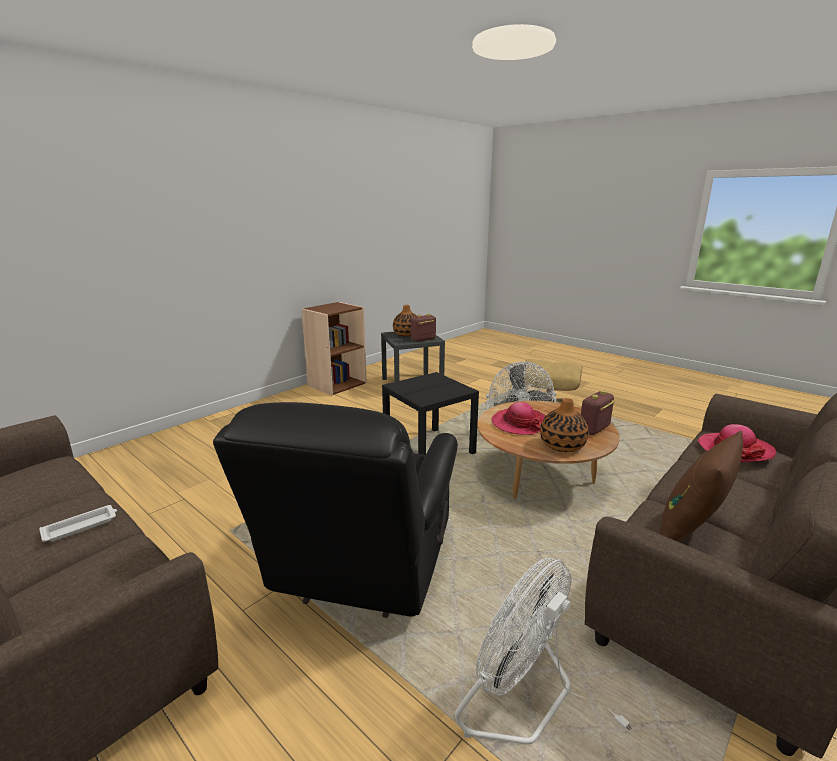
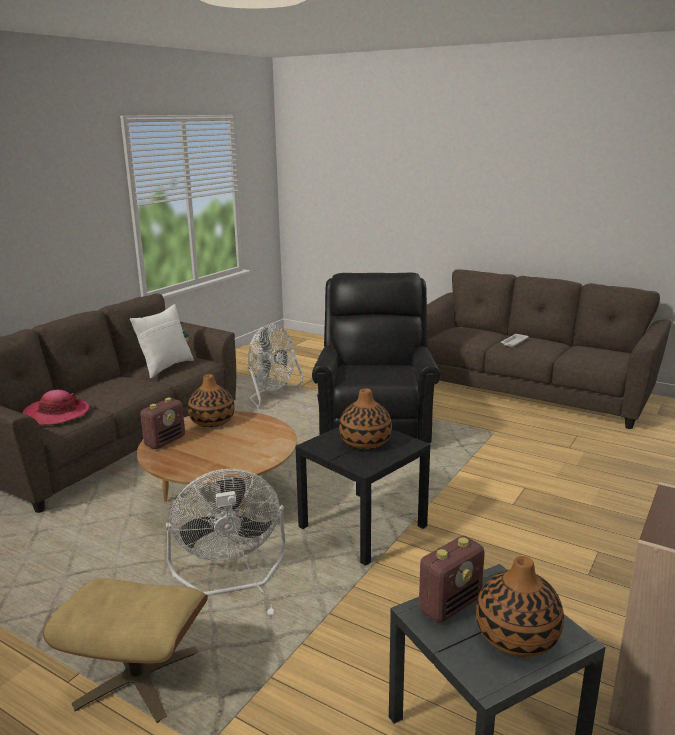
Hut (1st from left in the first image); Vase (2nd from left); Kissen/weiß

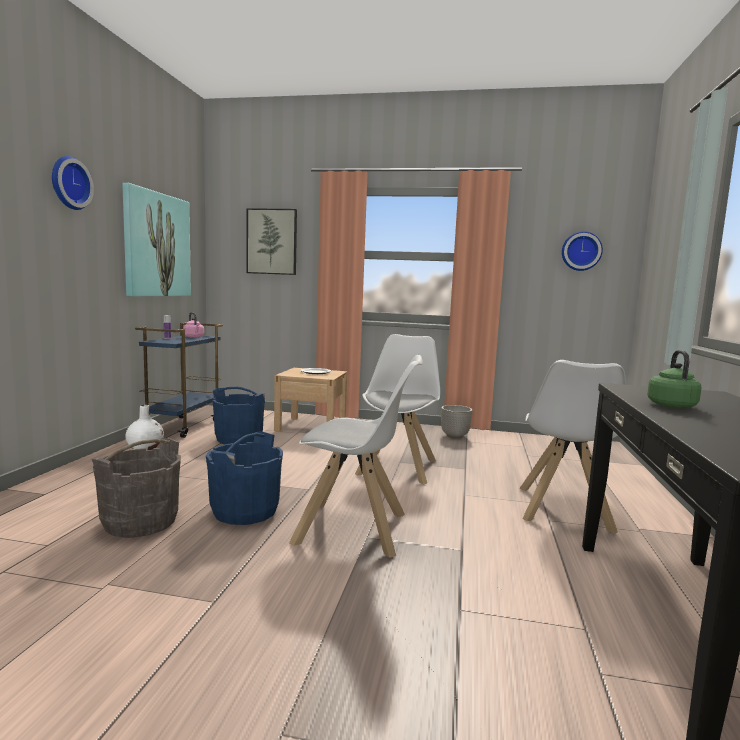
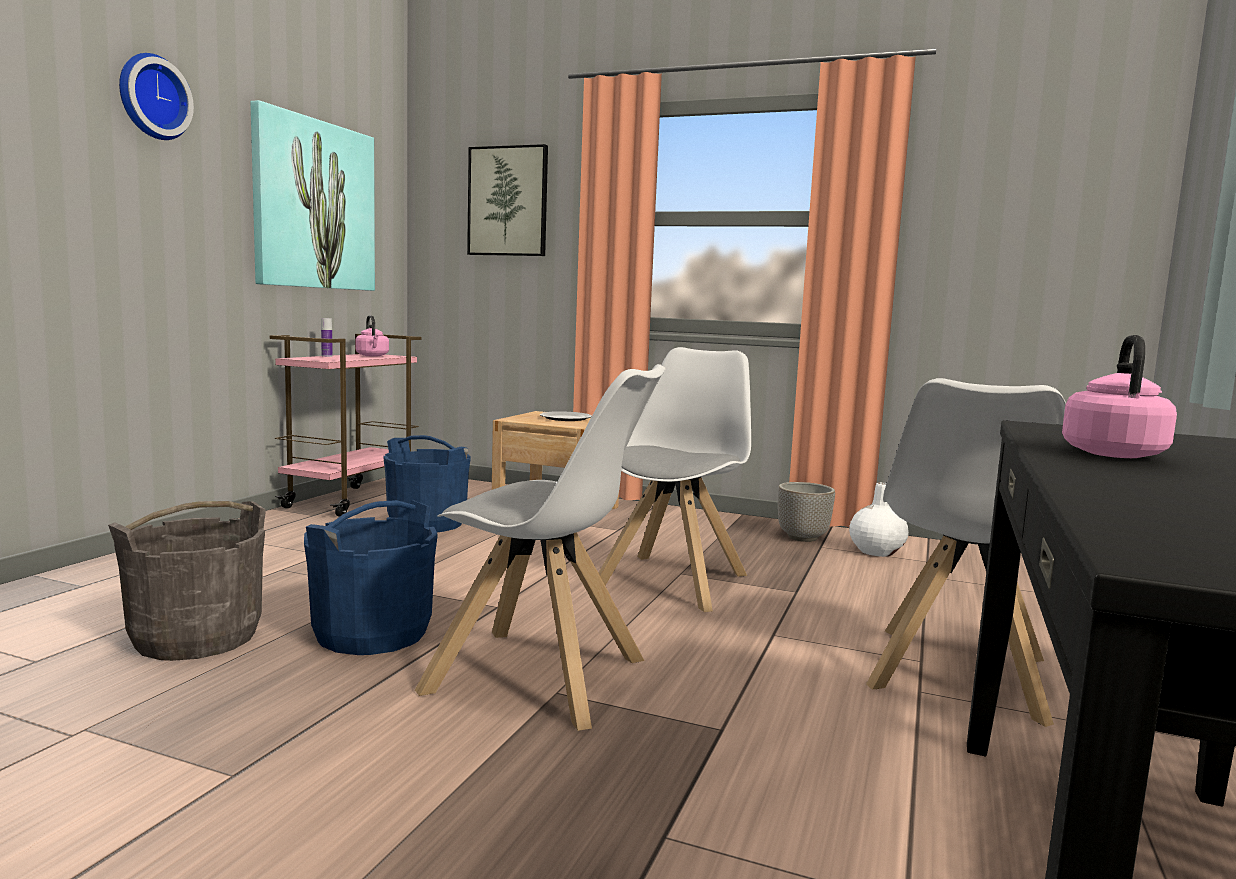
Wanduhr (2nd from left in the first image); Vase/weiß; Rollwagen/rosa; Wasserkessel/rosa (2nd from left)

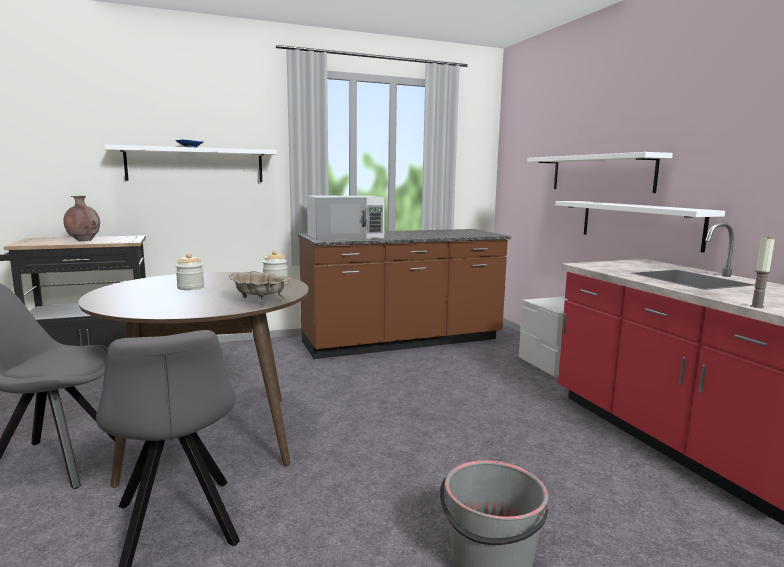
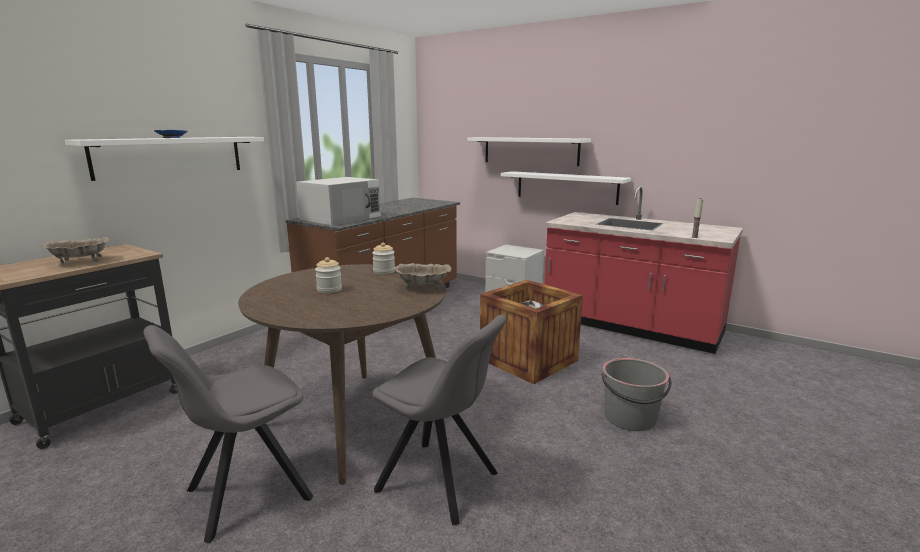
Kiste; Schüssel/beige (1st from left)

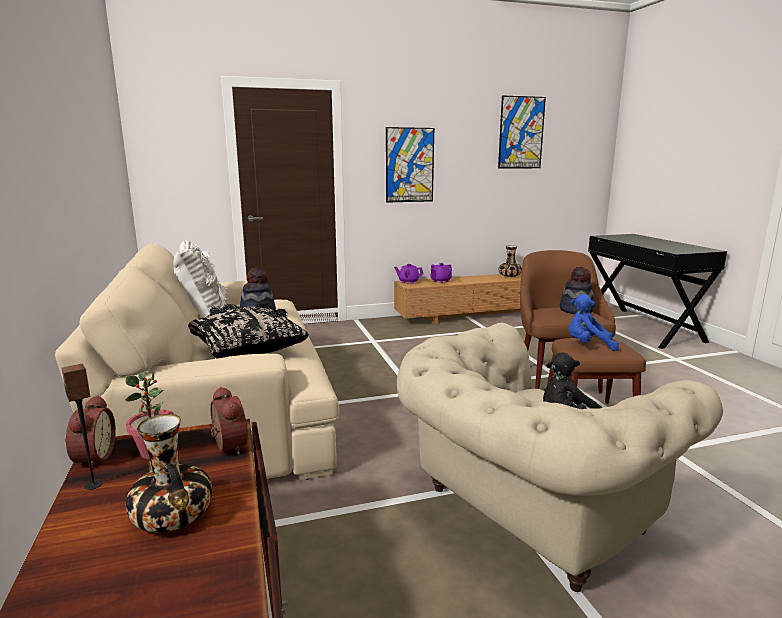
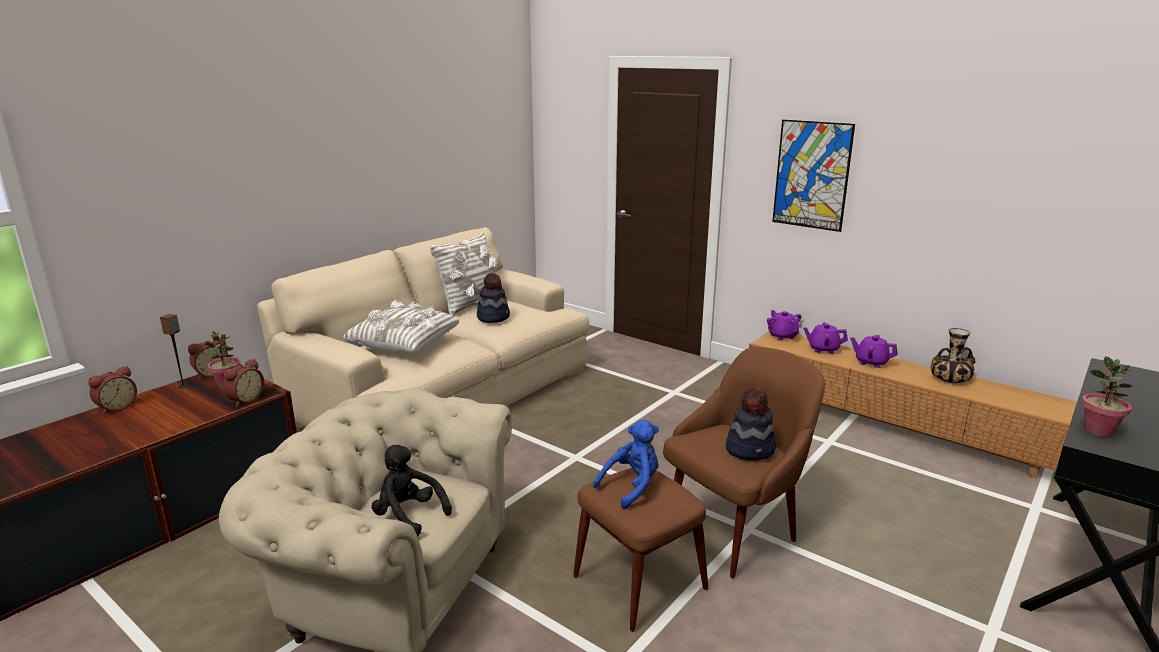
Vase (1st from left in the first image); Bild (2nd from left in the first image); Wecker (1st from left); Teekanne/lila (3rd from left); Topfpflanze (2nd from left); Kissen/weiß (1st from left); Plüschtier/blau

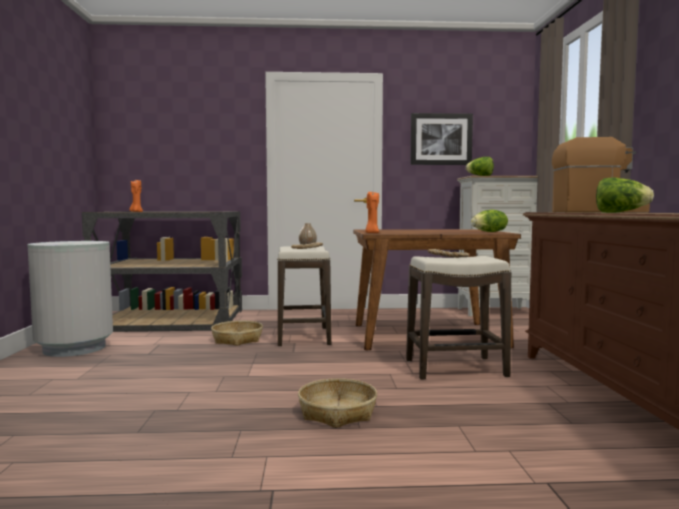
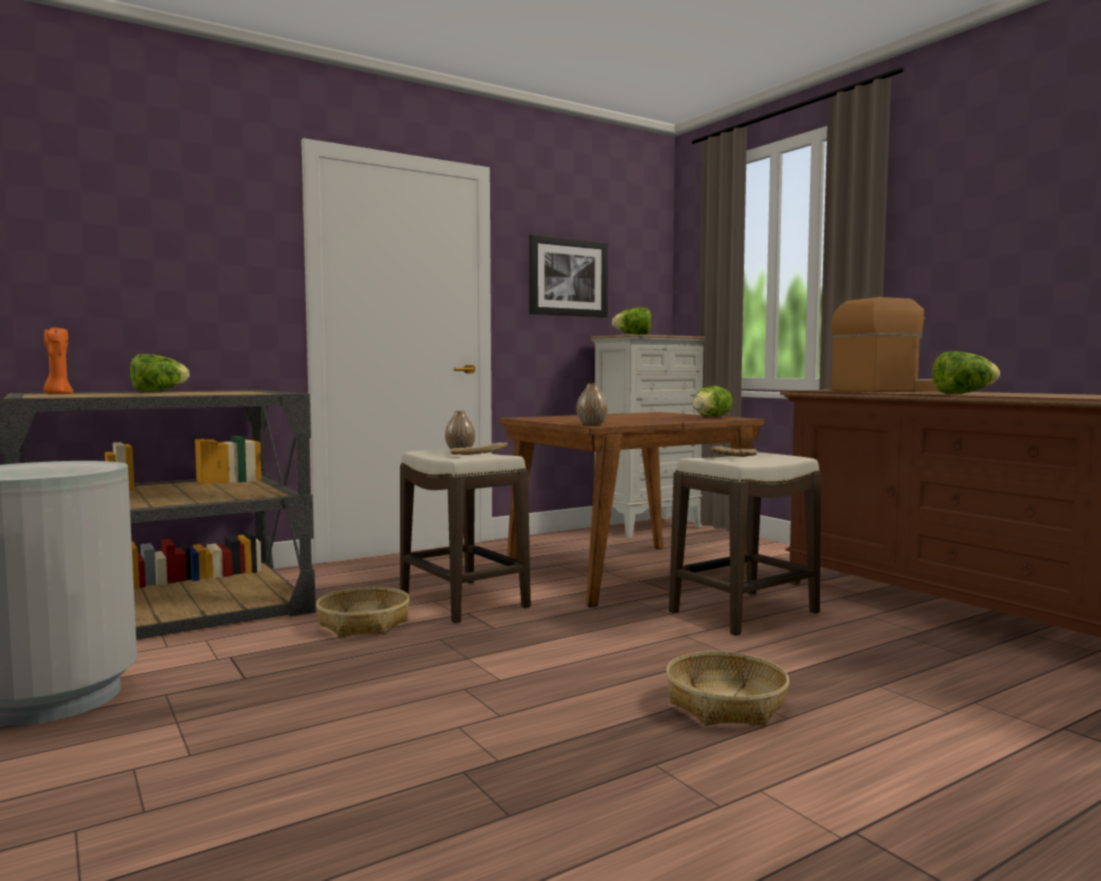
Salatkopf (1st from left); Vase (2nd from left)

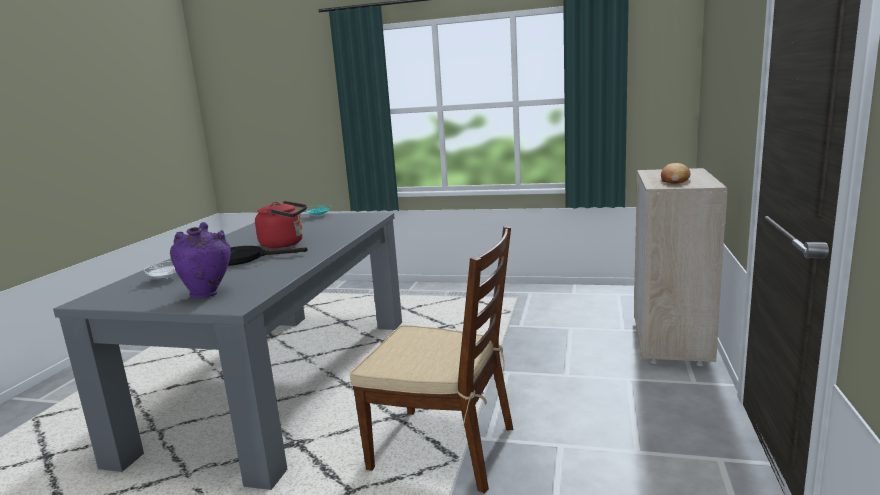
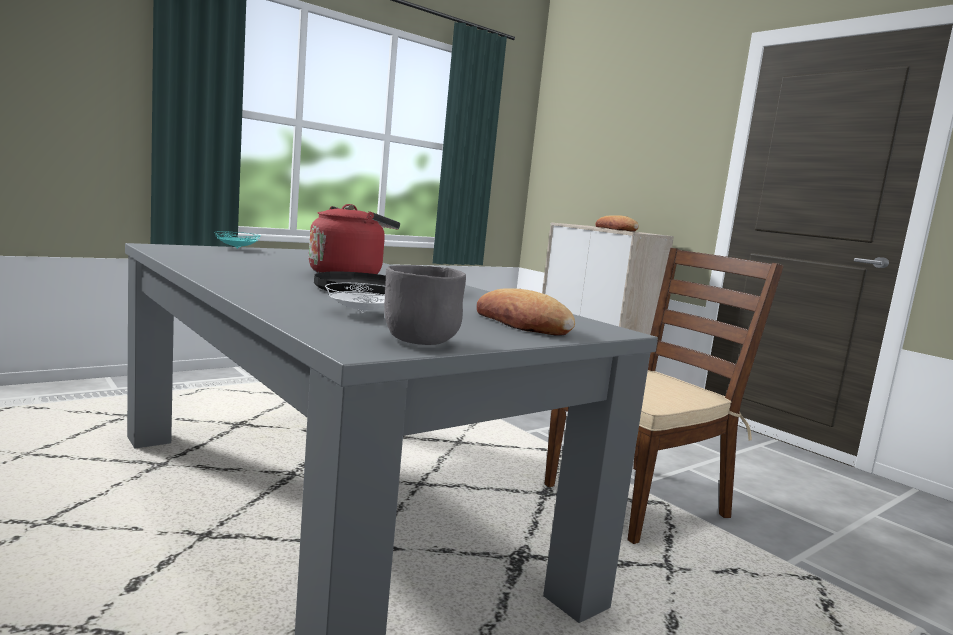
Schüssel/grau; Brot (1st from left)

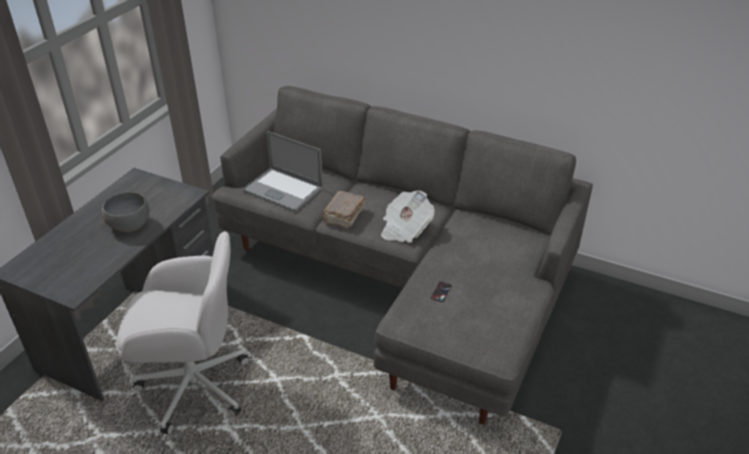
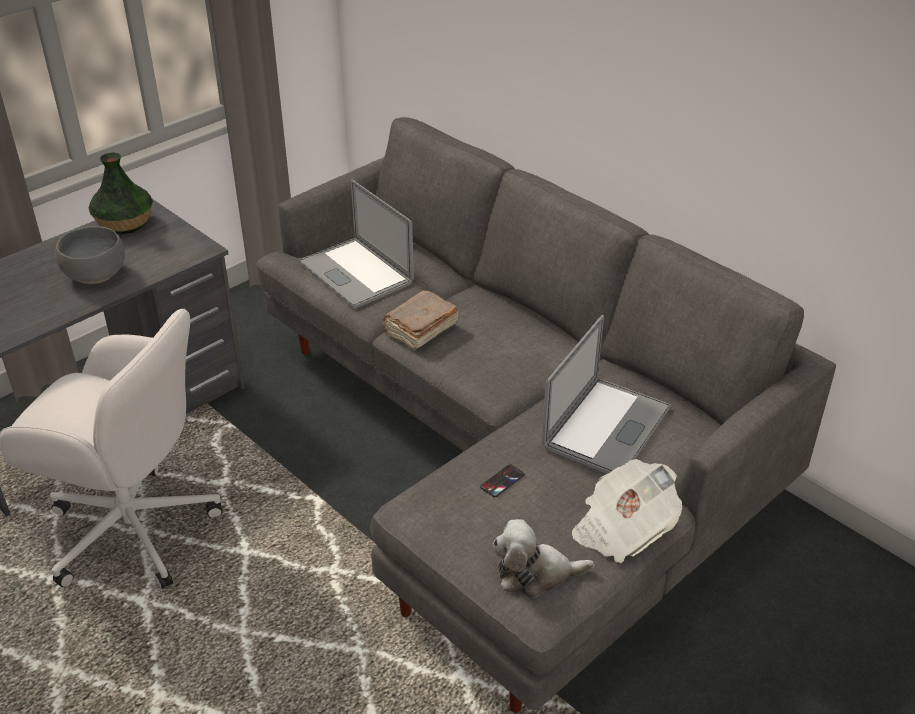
Vase; Plüschtier; Laptop (2nd from left); Zeitung

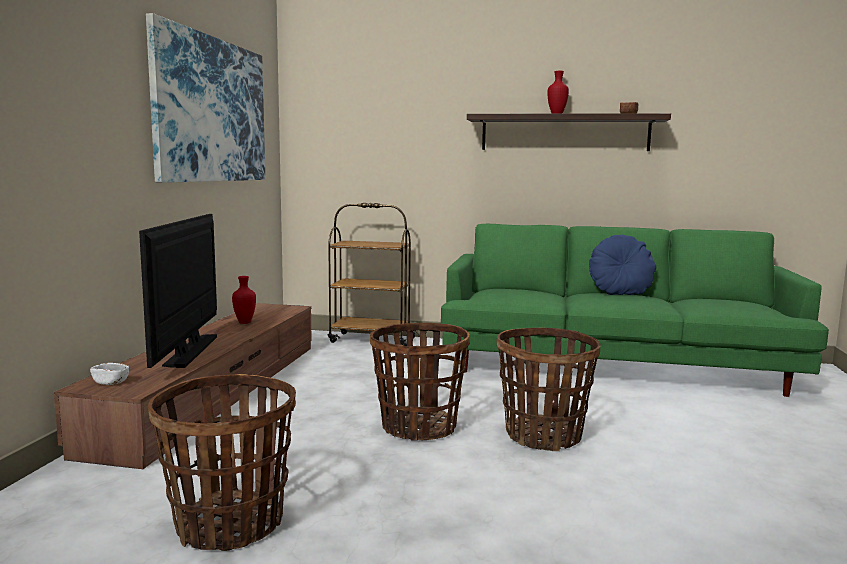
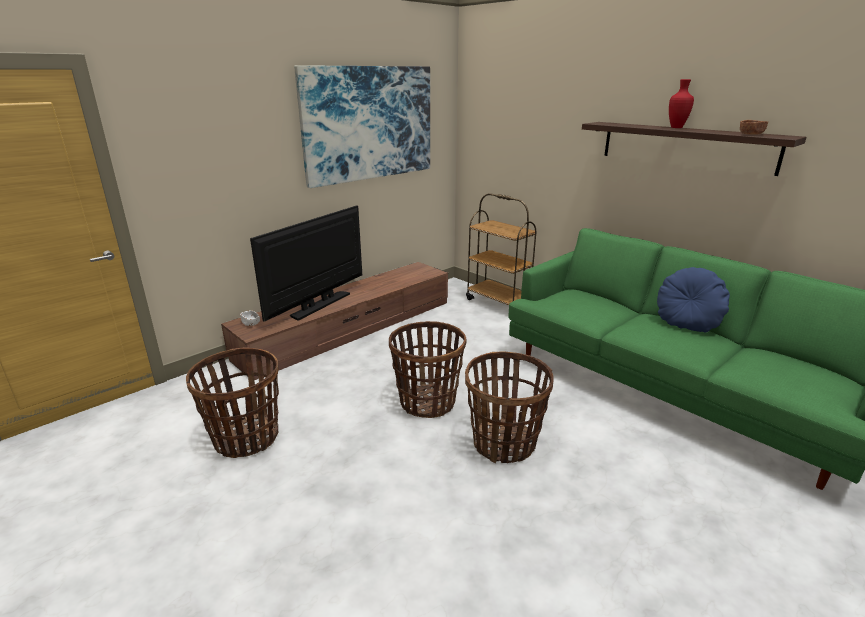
Vase/rot (1st from left in the first image)

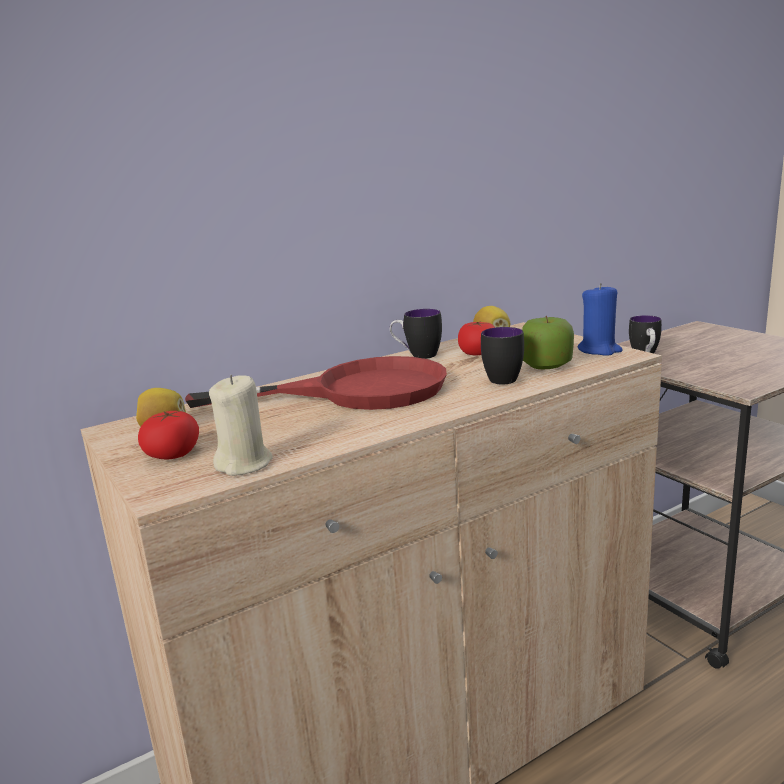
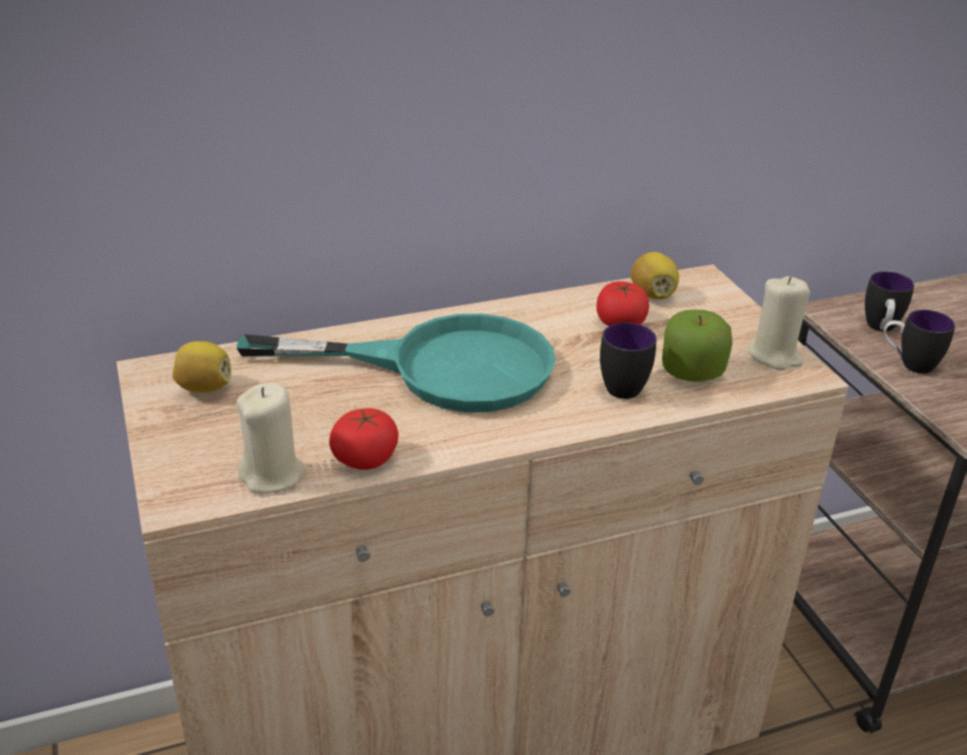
Tomate (1st from left); Henkelbecher (3rd from left); Pfanne/türkis; Kerze/beige (2nd from left)

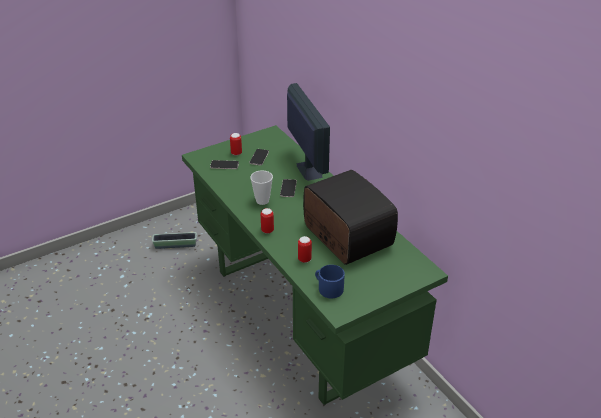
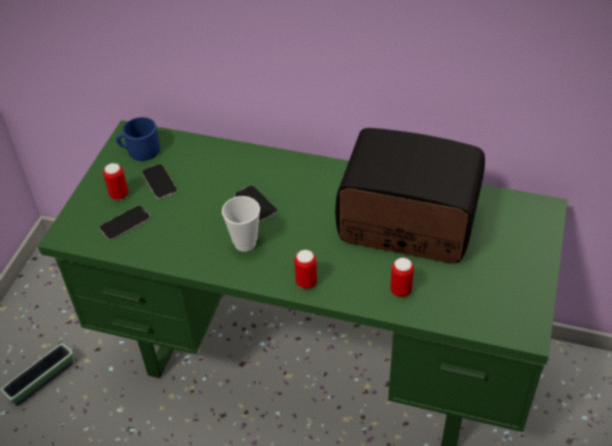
Monitor; Henkelbecher/blau

